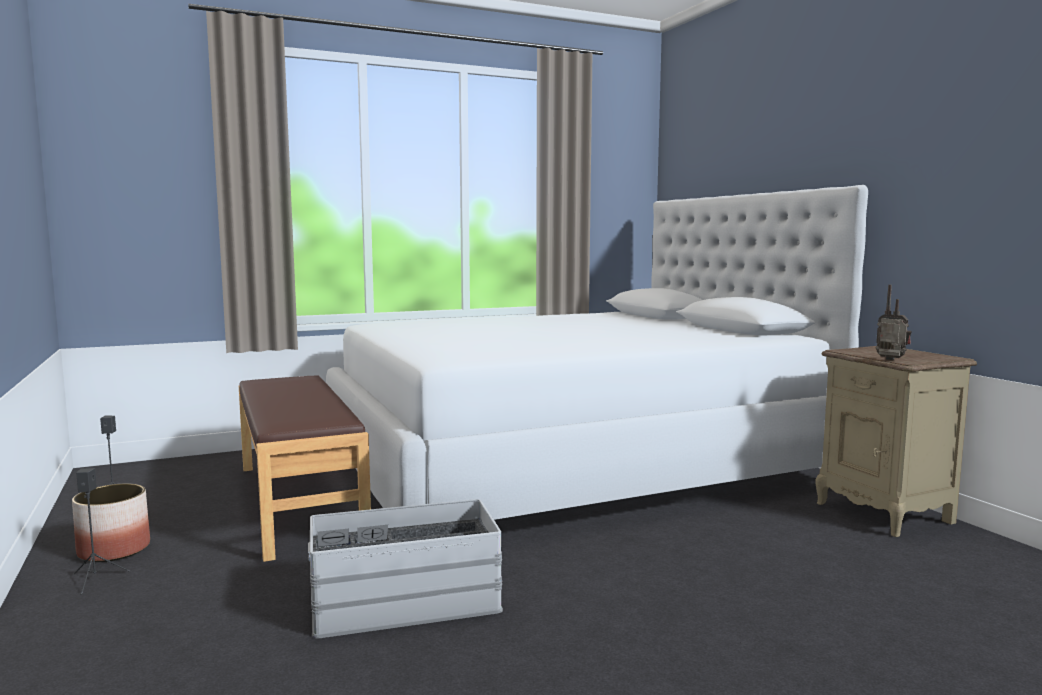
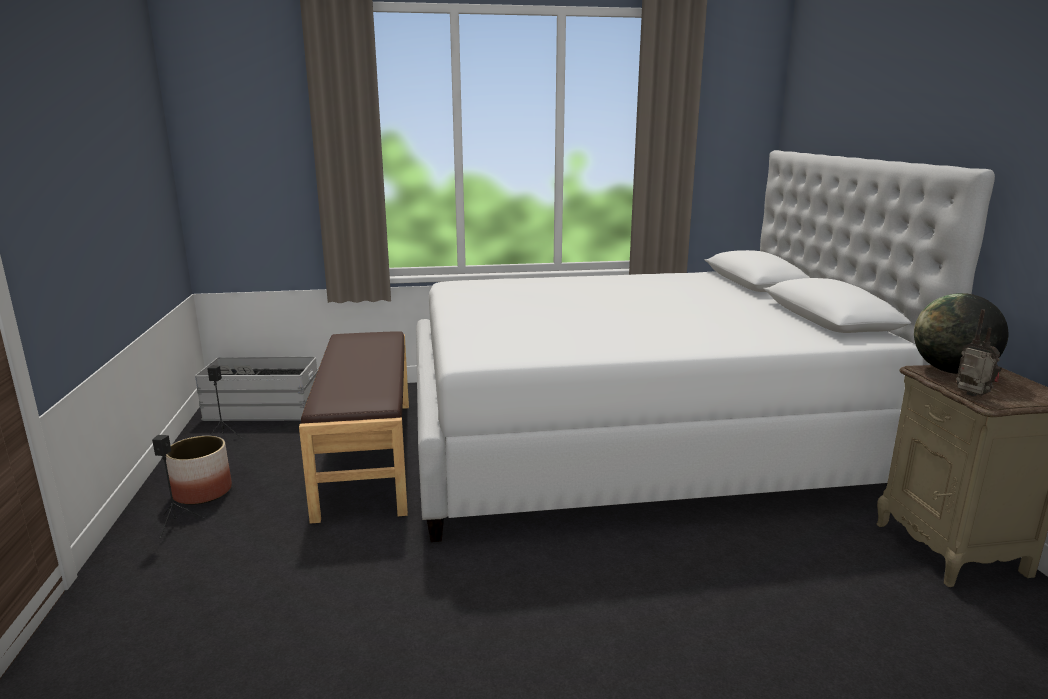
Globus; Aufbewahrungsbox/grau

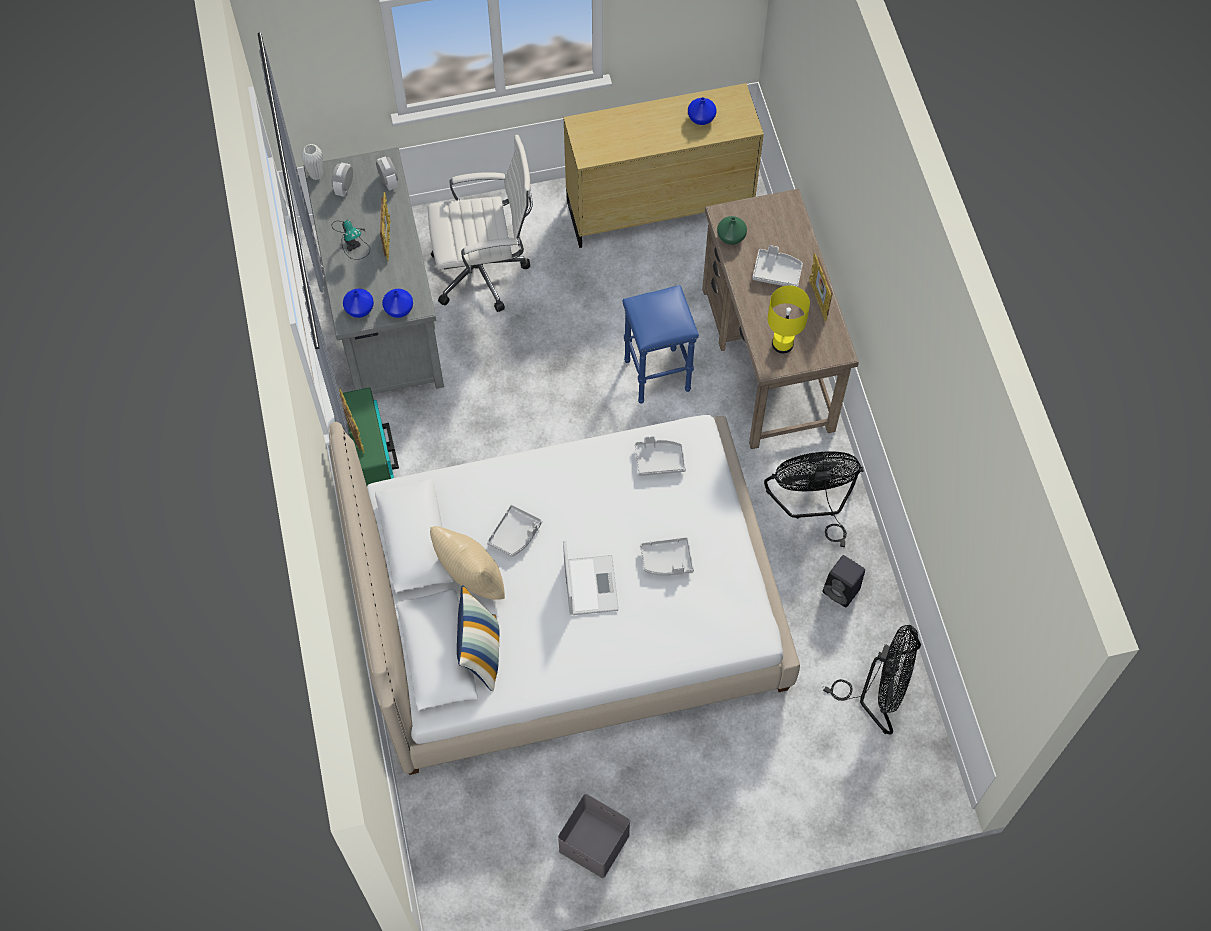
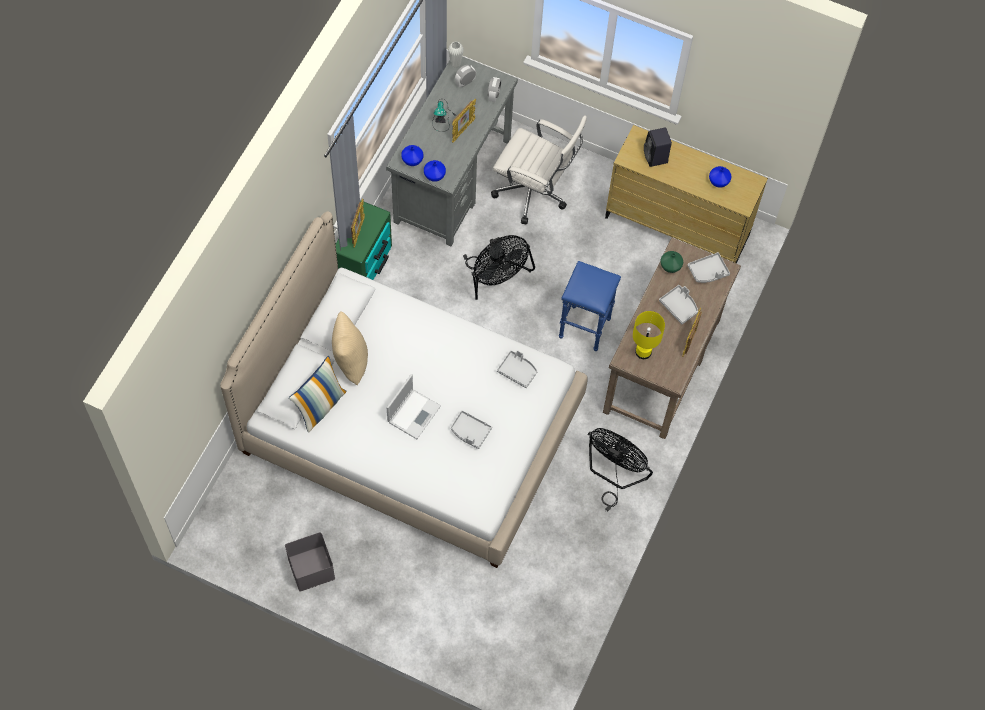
Tablett/grau (4th from left); Lautsprecher/schwarz; Ventilator/schwarz (1st from left)

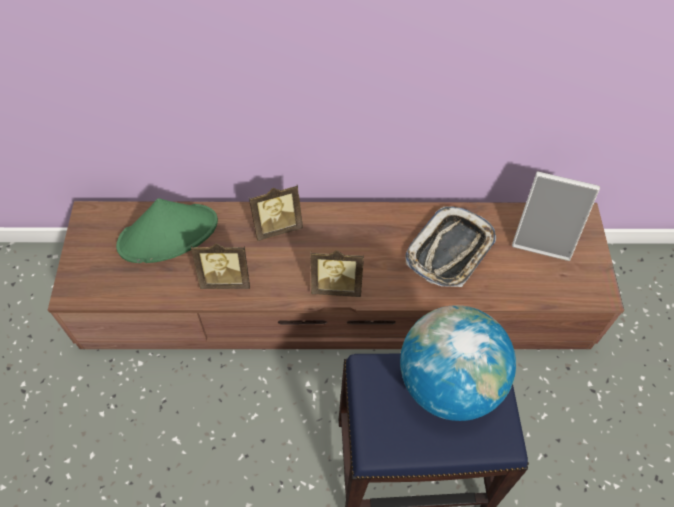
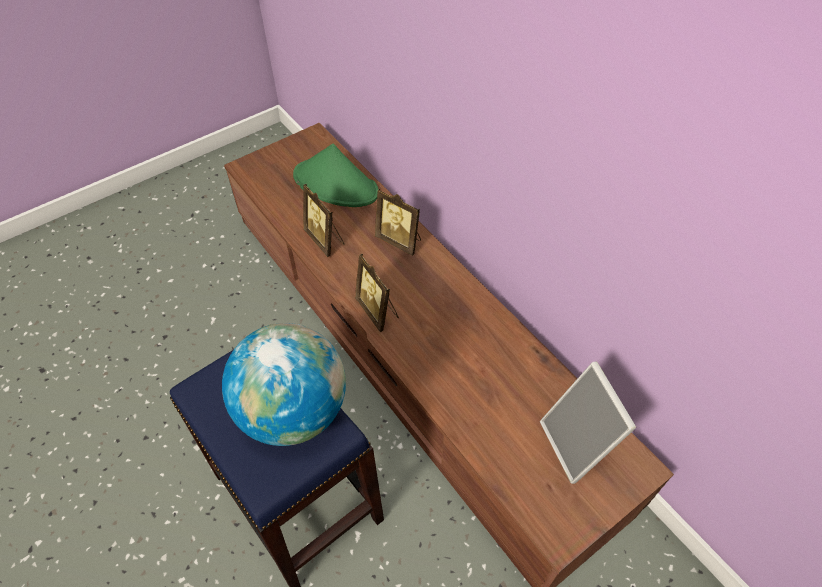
Tablett

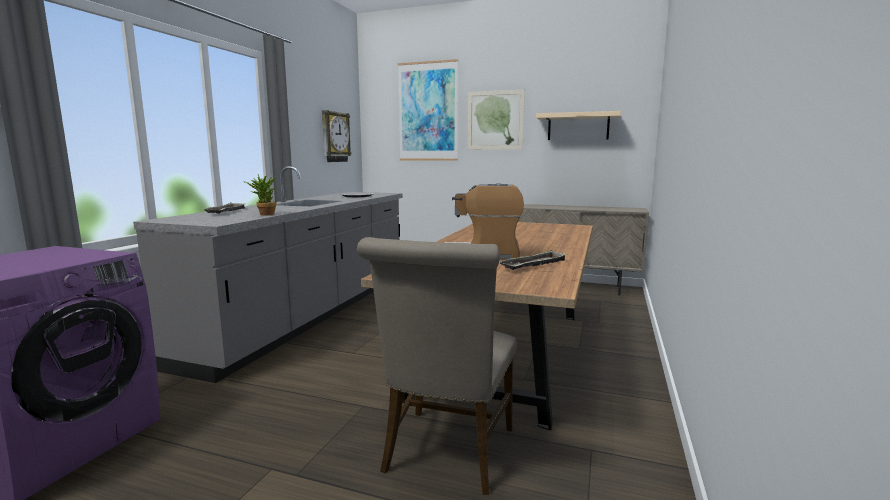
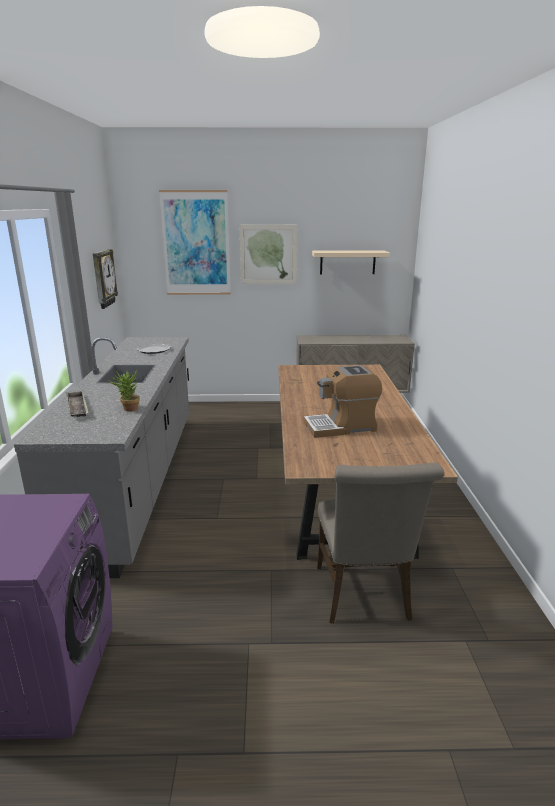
Tablett (2nd from left in the first image)

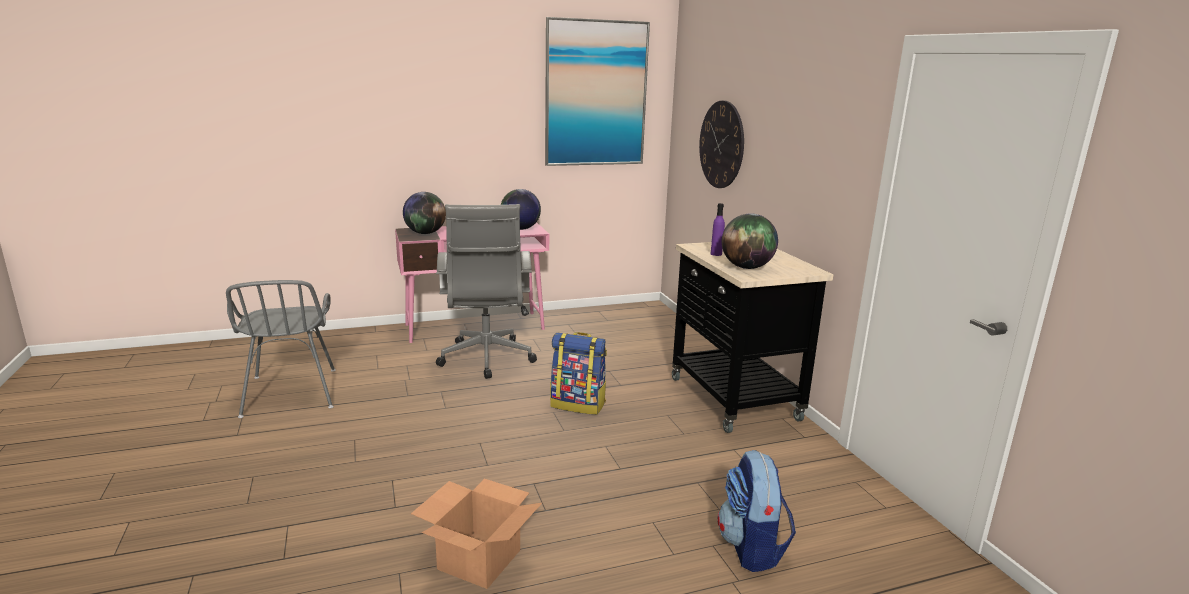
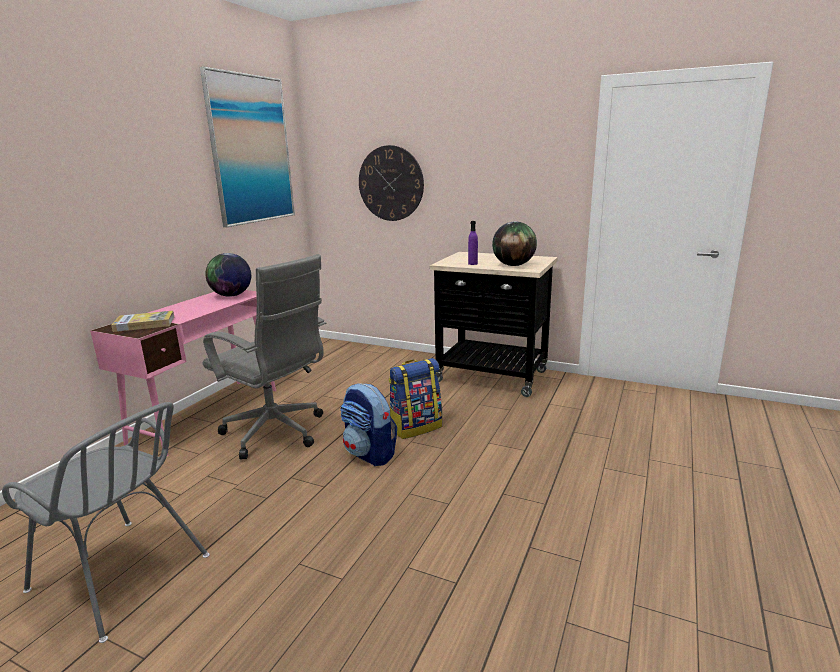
Karton; Rucksack (1st from left); Buch

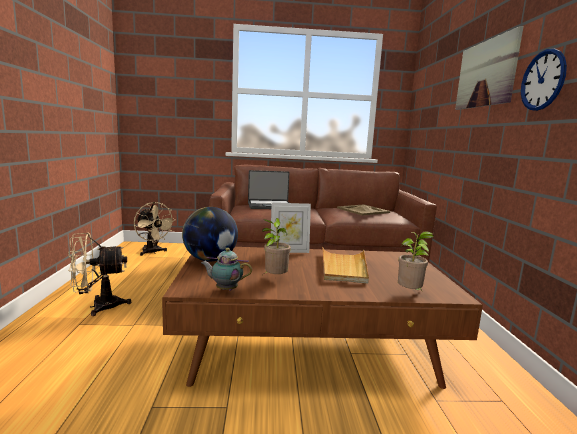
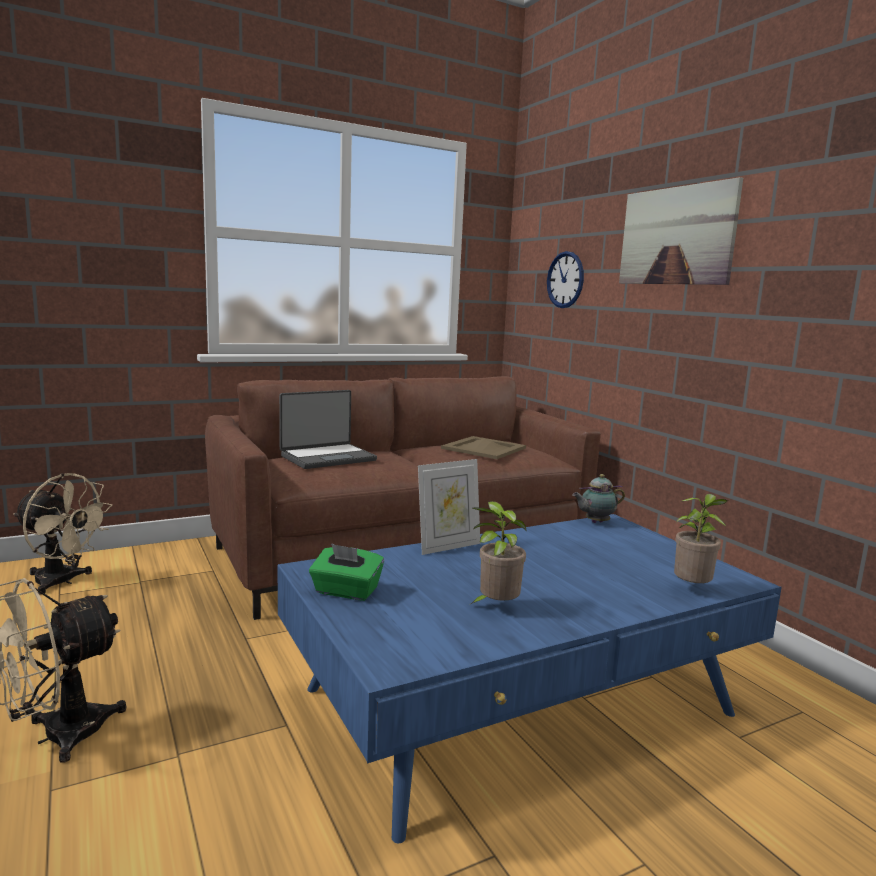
Tablett/beige (1st from left in the first image); Teekanne; Wanduhr; Taschentuchbox/grün; Couchtisch/blau

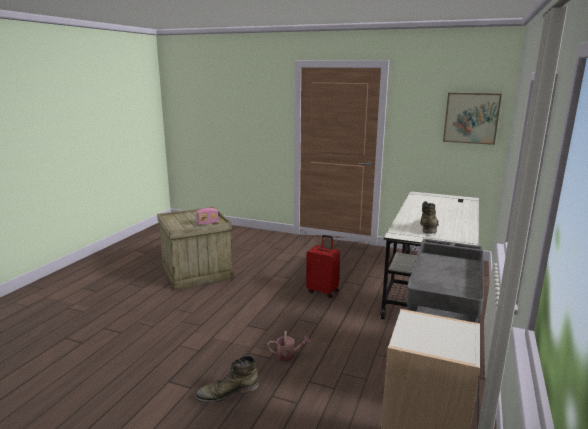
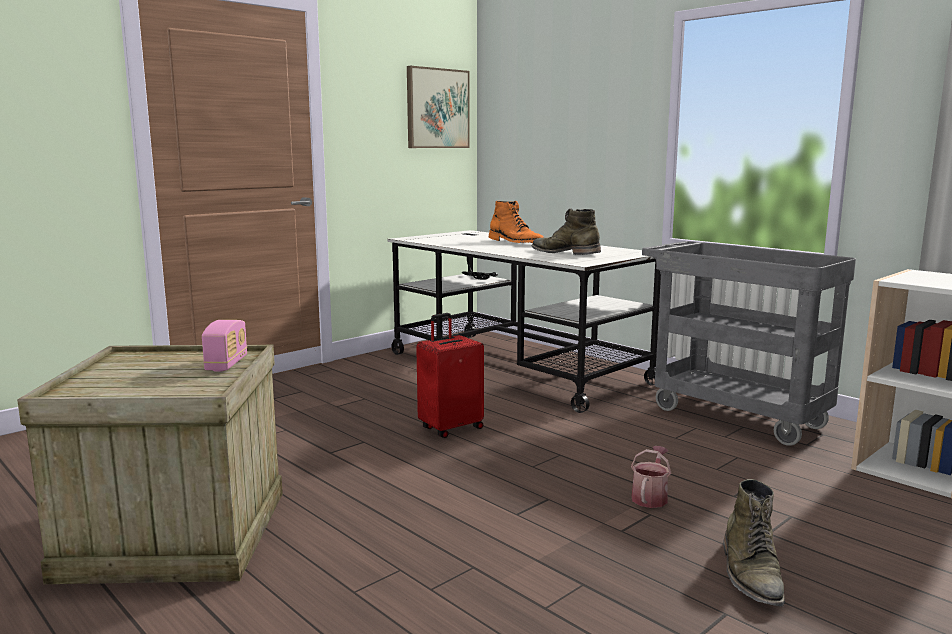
Stiefel/orange

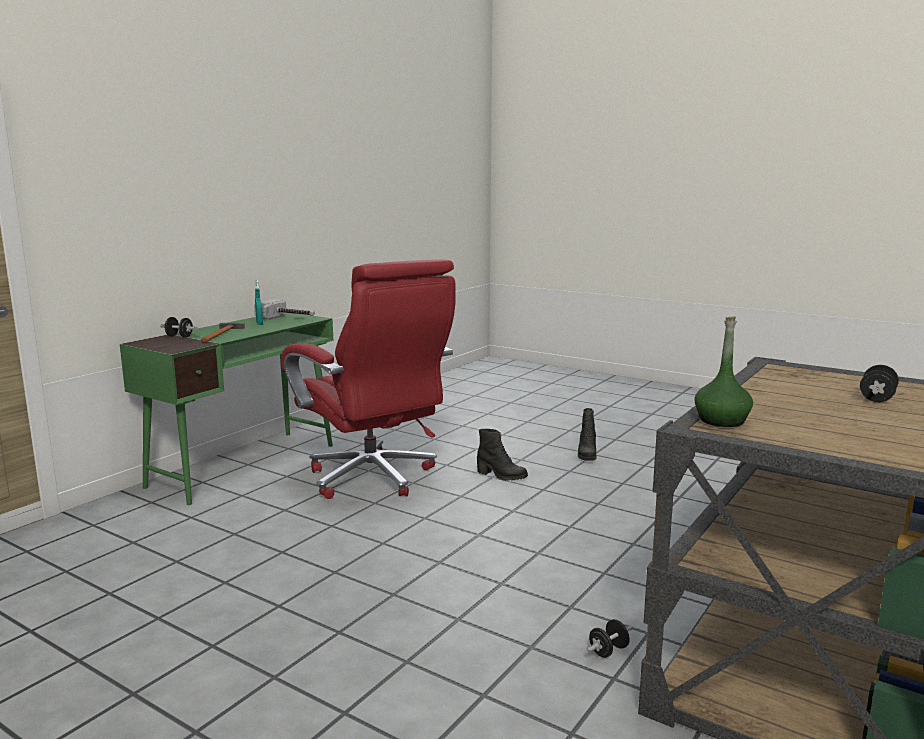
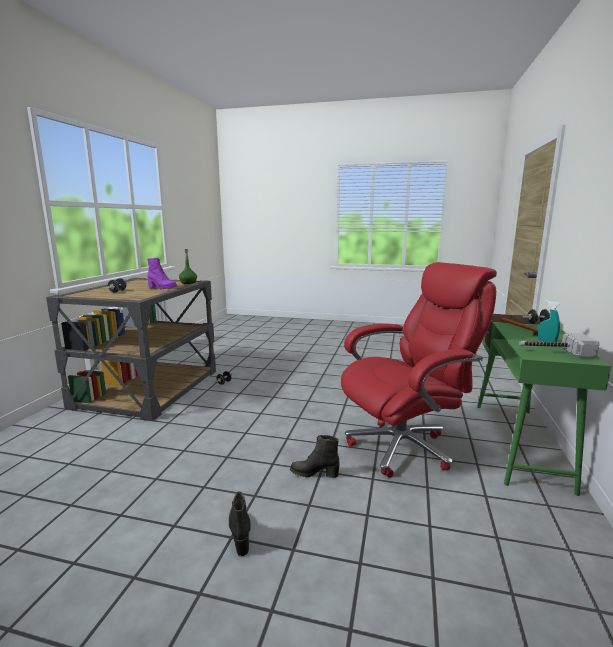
Stiefel/lila; Bürostuhl/rot

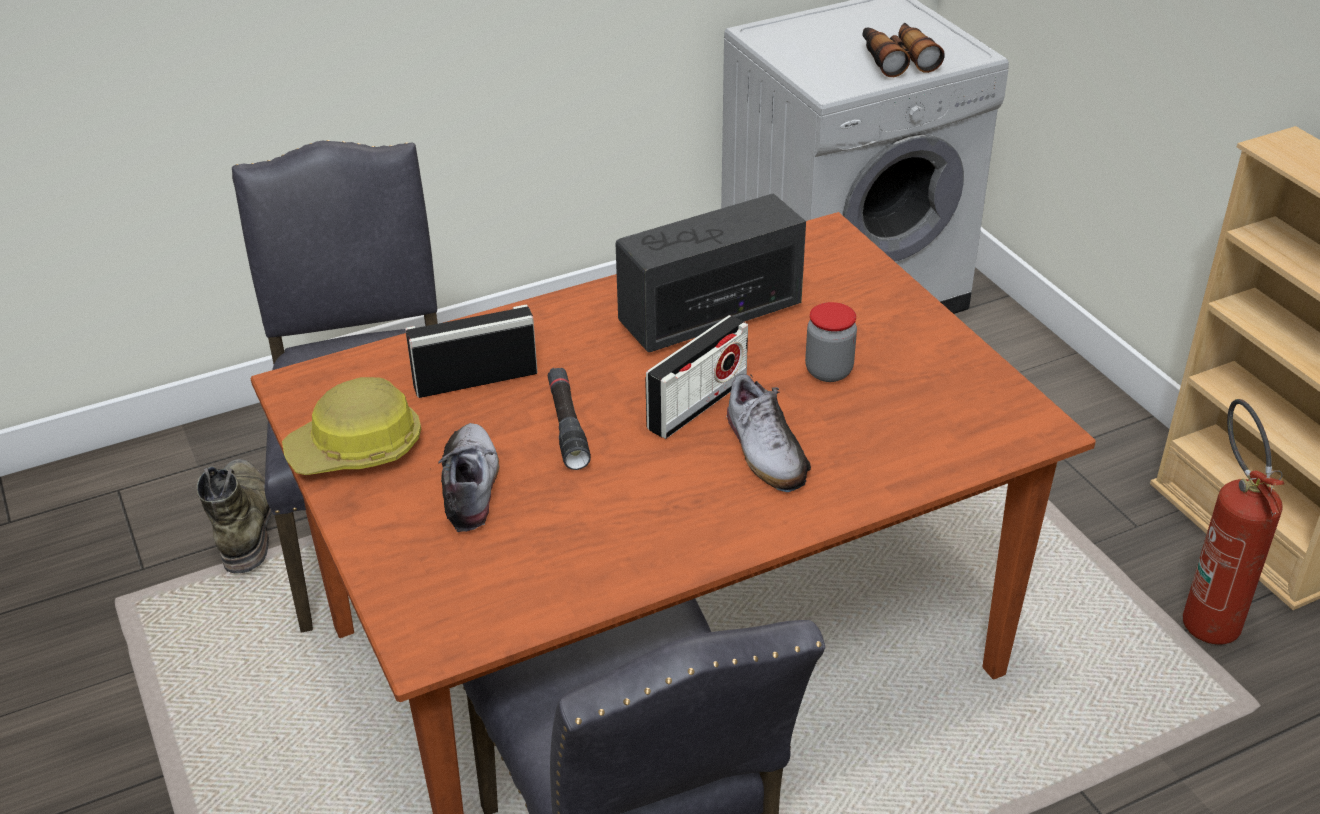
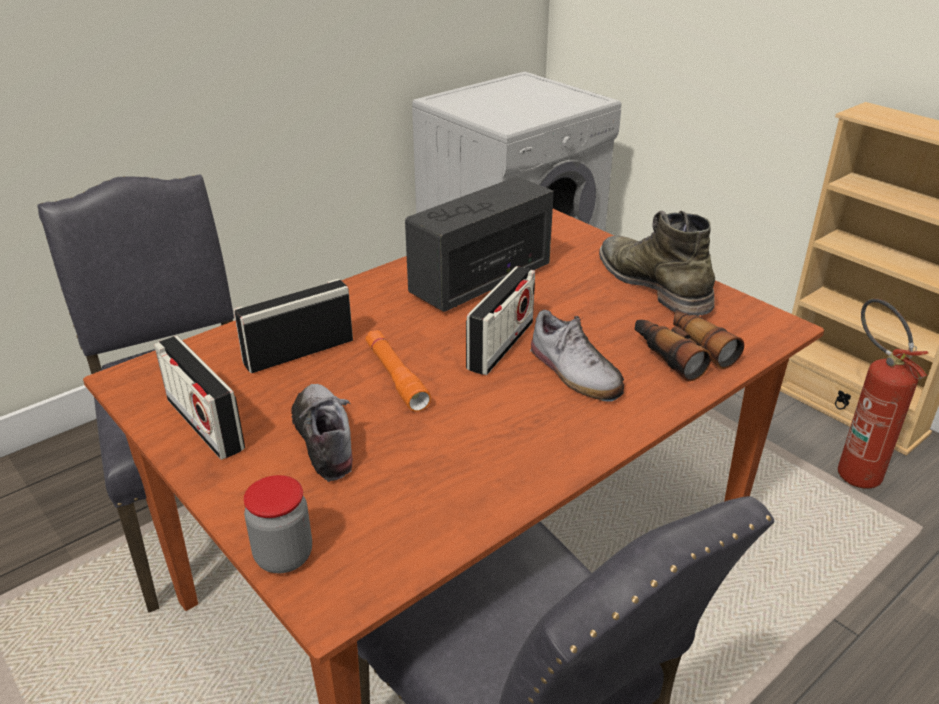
Stiefel/grün; Vorratsglas; Fernglas; Radio (1st from left); Taschenlampe/orange

